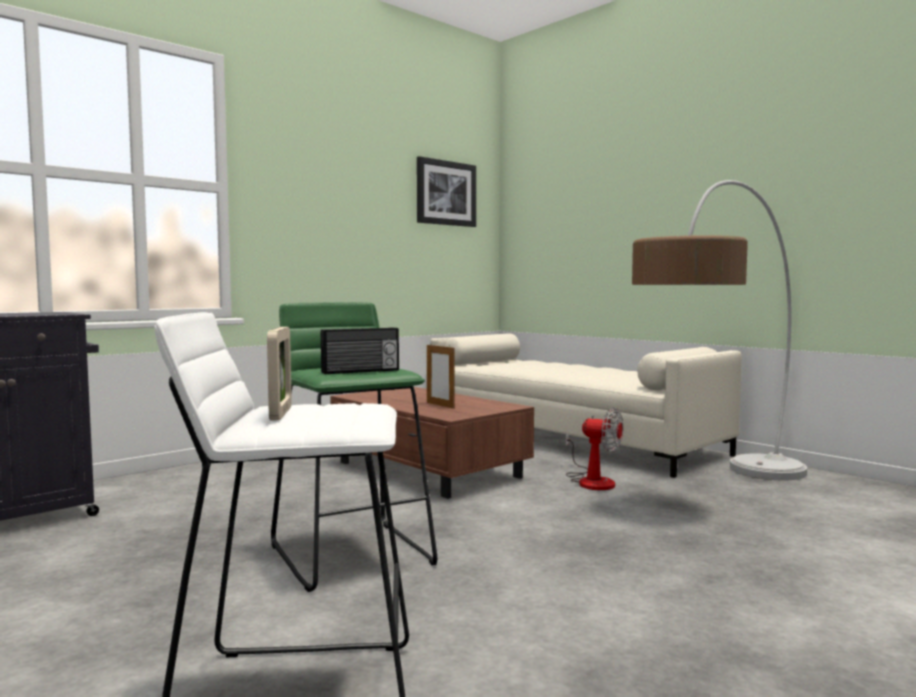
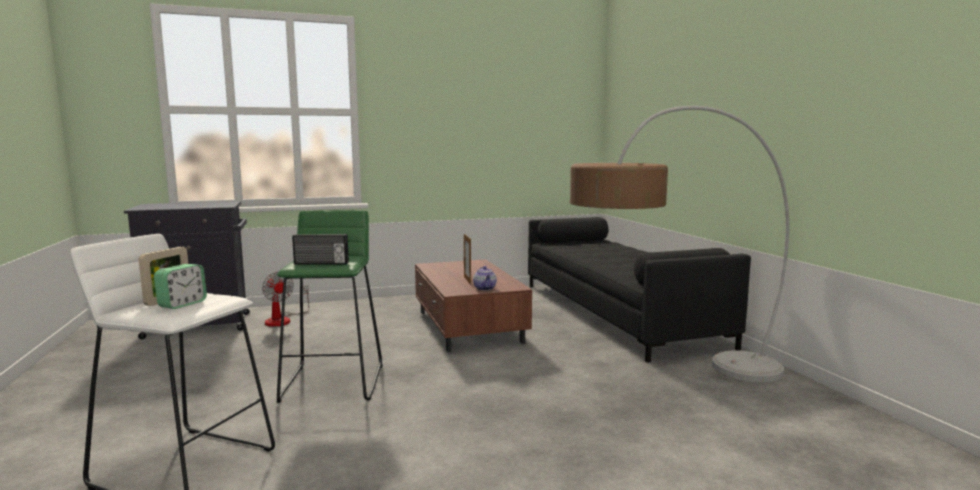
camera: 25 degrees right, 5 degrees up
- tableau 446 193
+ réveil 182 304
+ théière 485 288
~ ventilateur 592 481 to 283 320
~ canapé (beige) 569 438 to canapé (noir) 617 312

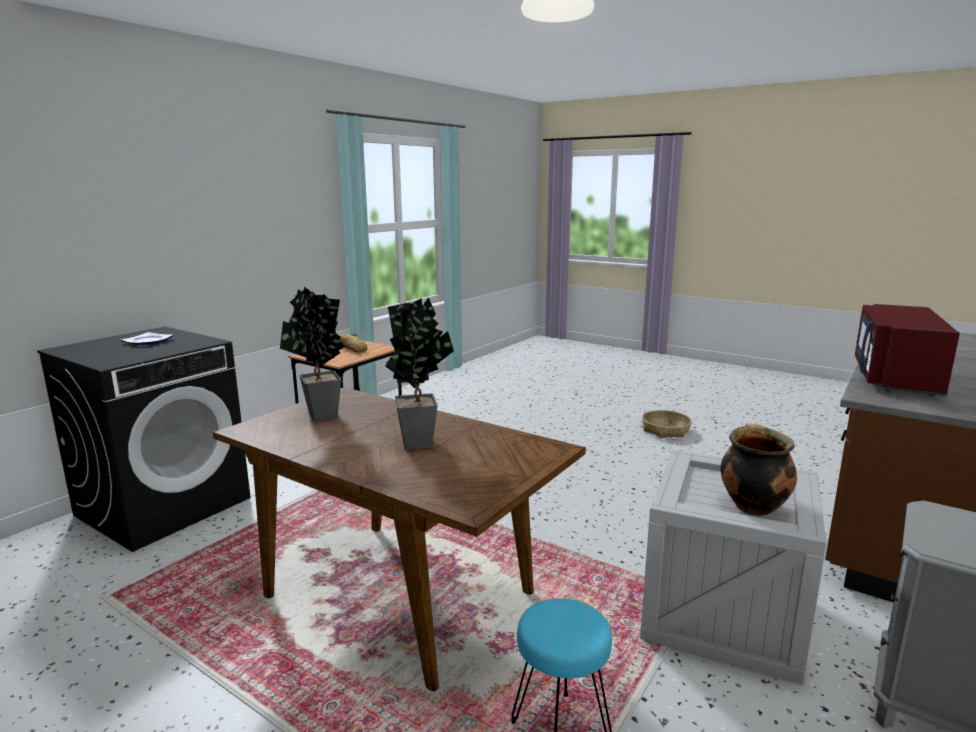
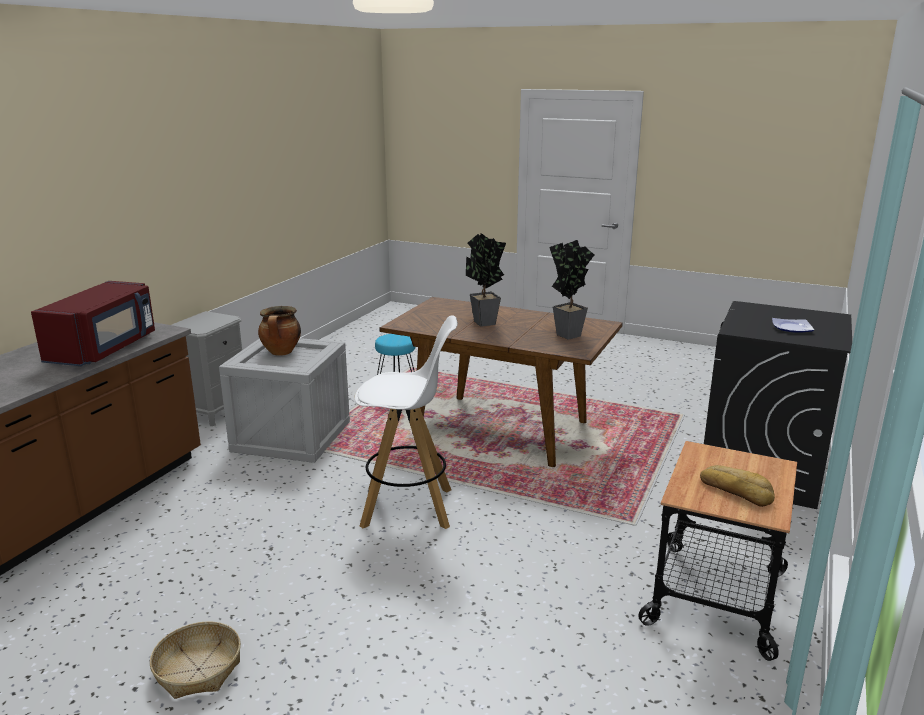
camera: 170 degrees right, 5 degrees up
+ tabouret (blanc) 409 507

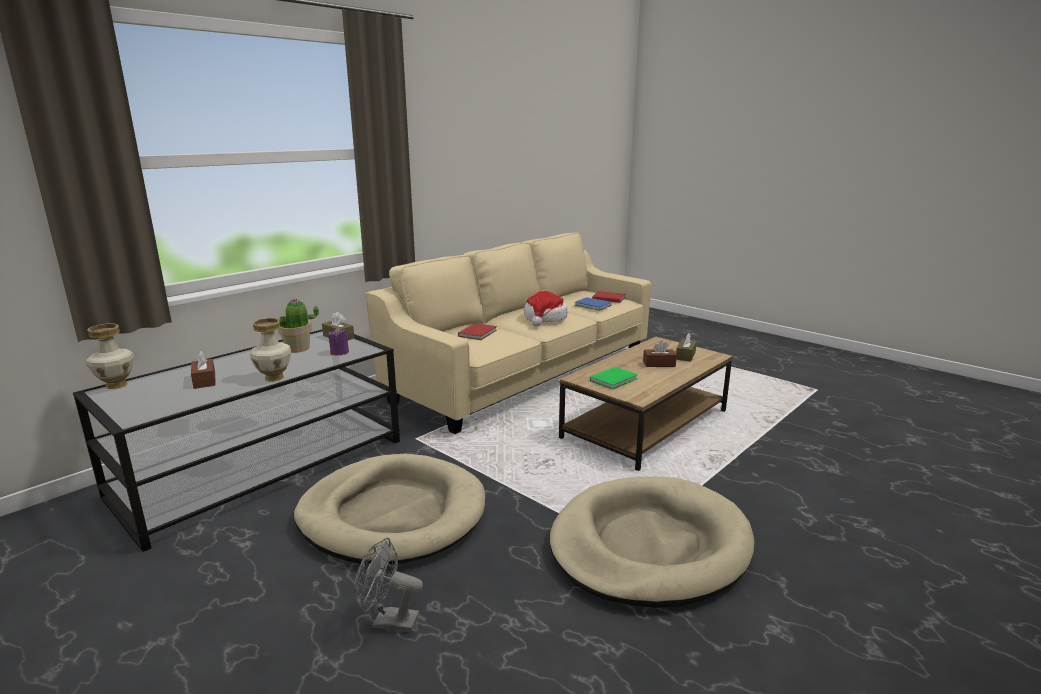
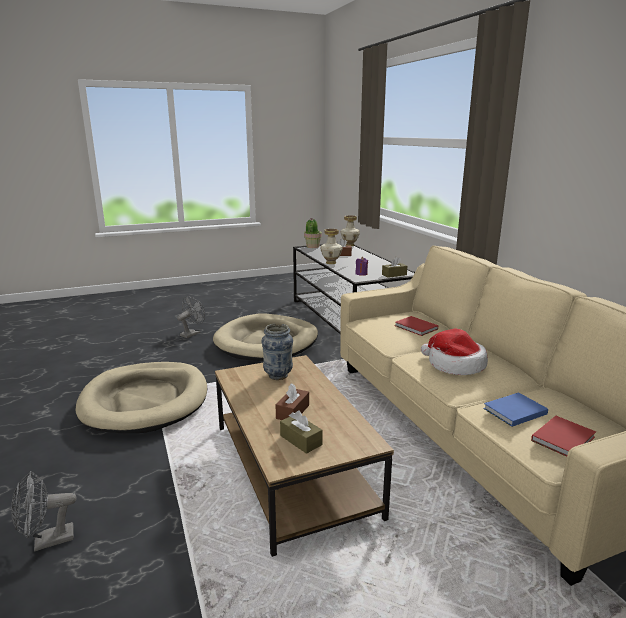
camera: 115 degrees right, 0 degrees up
+ ventilateur (gris) 47 541
~ plante en pot 298 348 to 312 246
~ livre (vert) 615 379 to vase 278 375

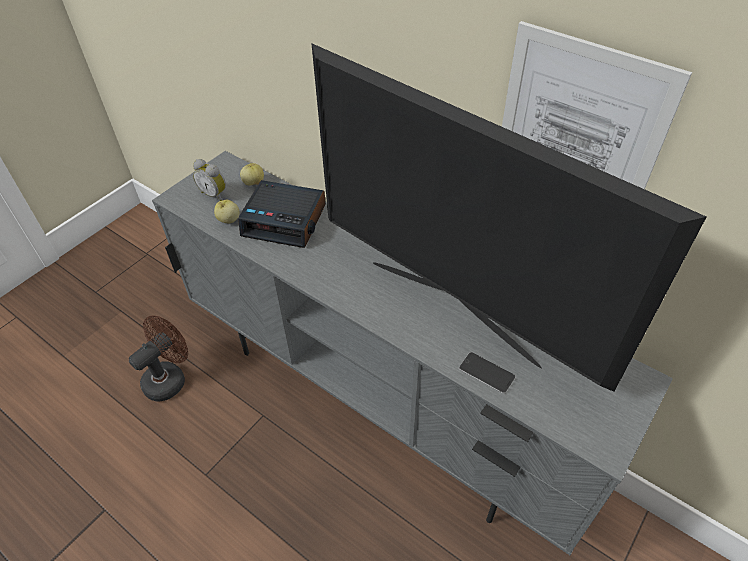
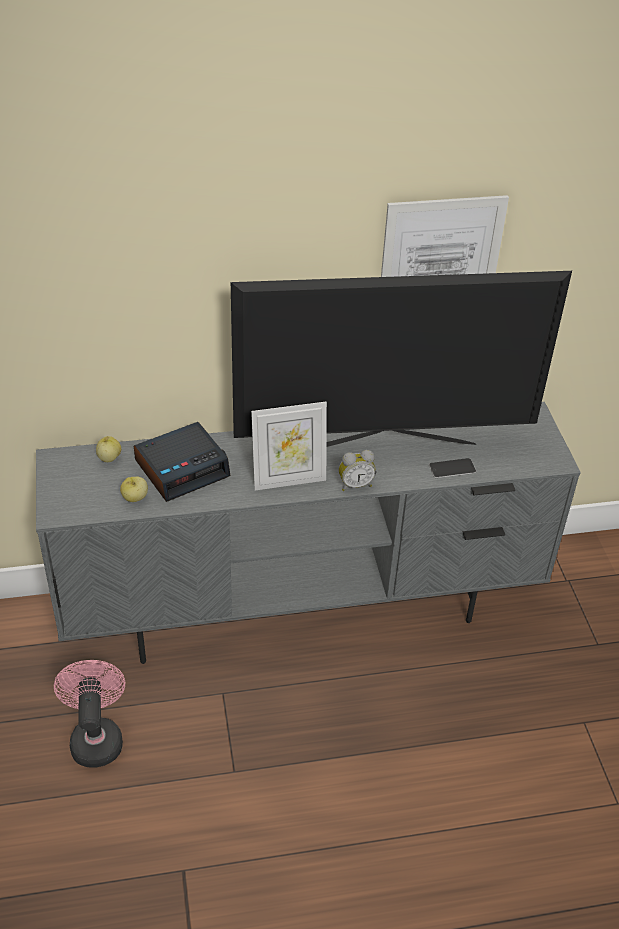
camera: 50 degrees left, 5 degrees down
+ cadre photo 289 480
~ réveil 215 194 to 355 484
~ ventilateur (marron) 169 378 to ventilateur (rose) 96 737

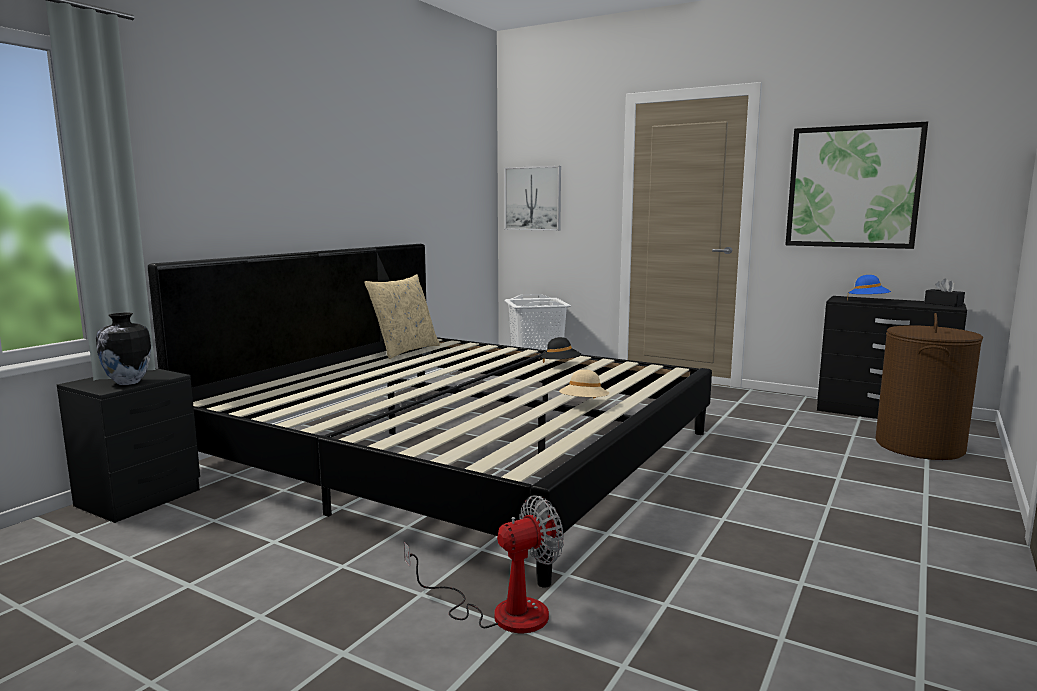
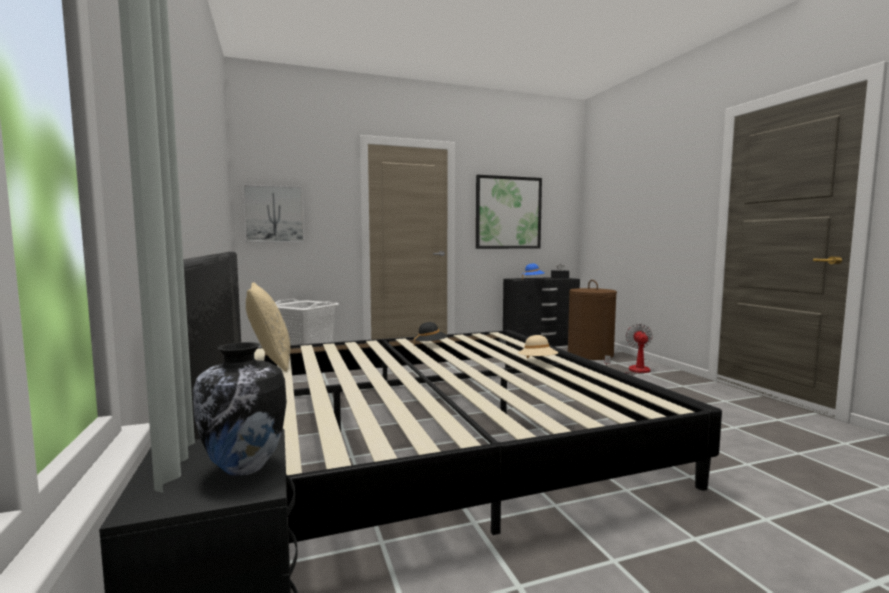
camera: 50 degrees left, 5 degrees down
~ ventilateur 501 612 to 633 371

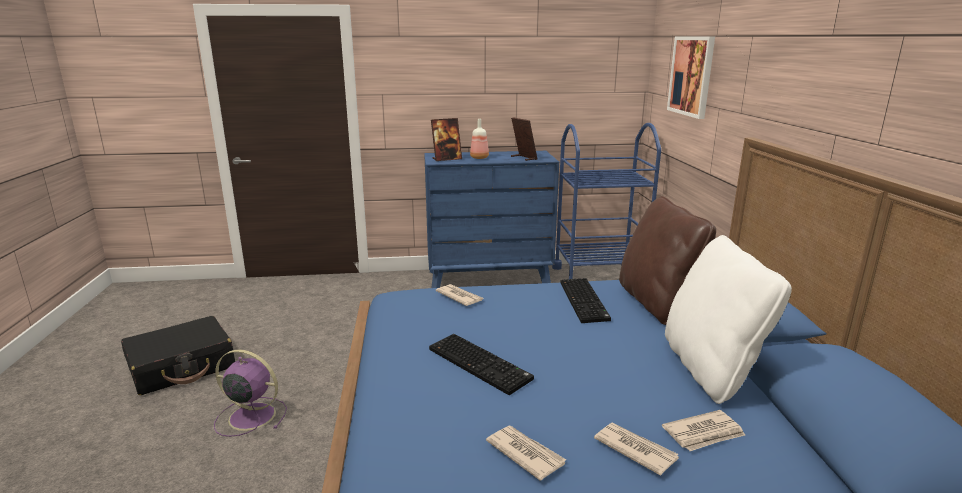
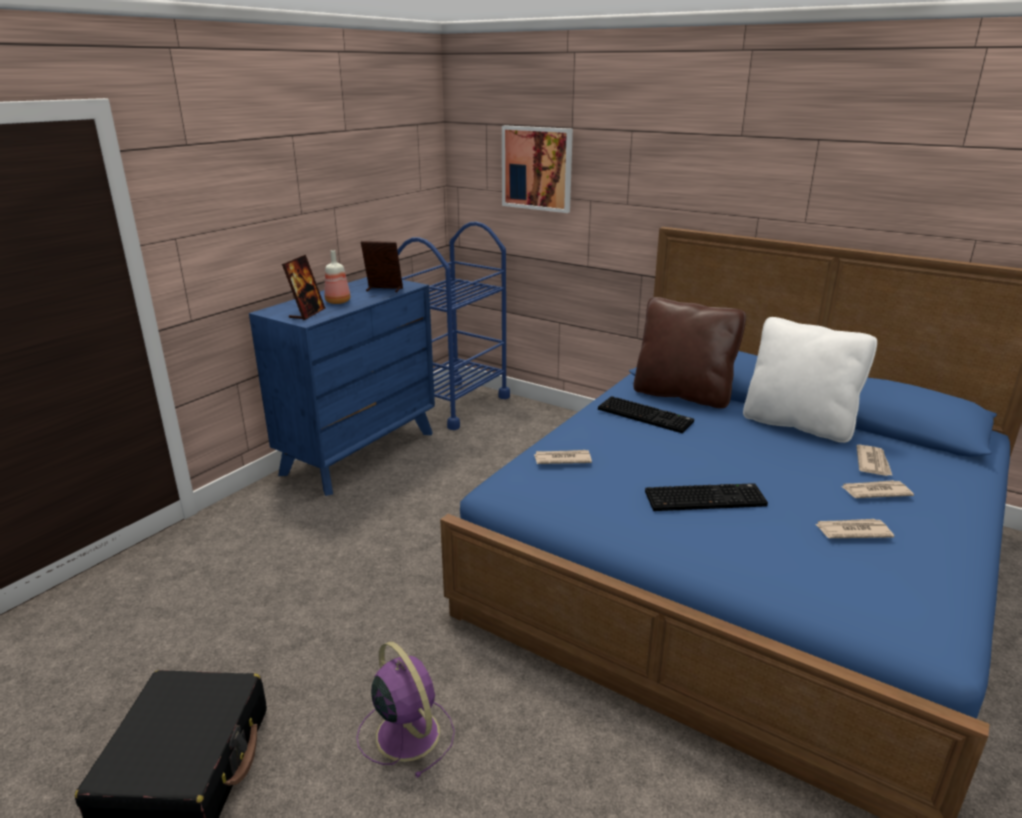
camera: 50 degrees left, 5 degrees up
~ ventilateur (violet) 250 416 = 406 732 90 degrees clockwise

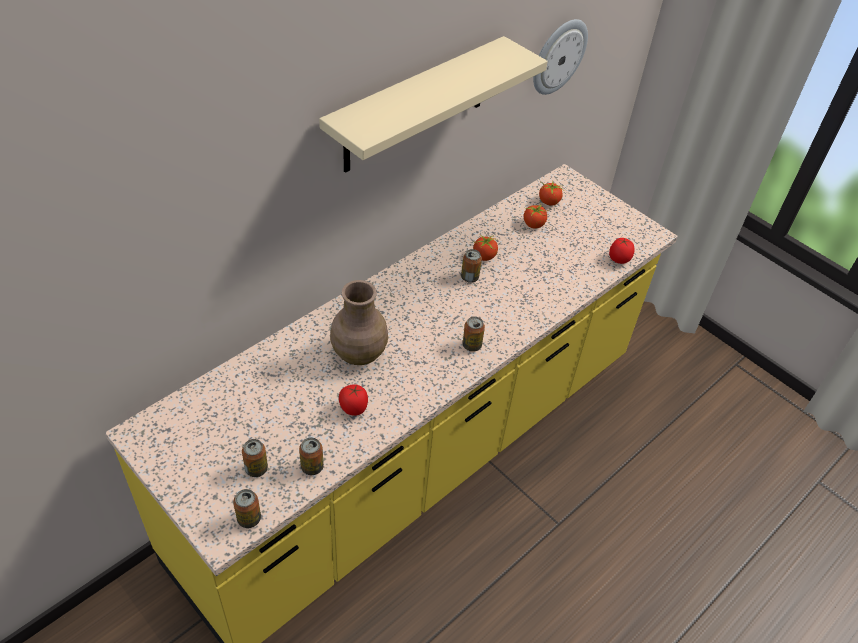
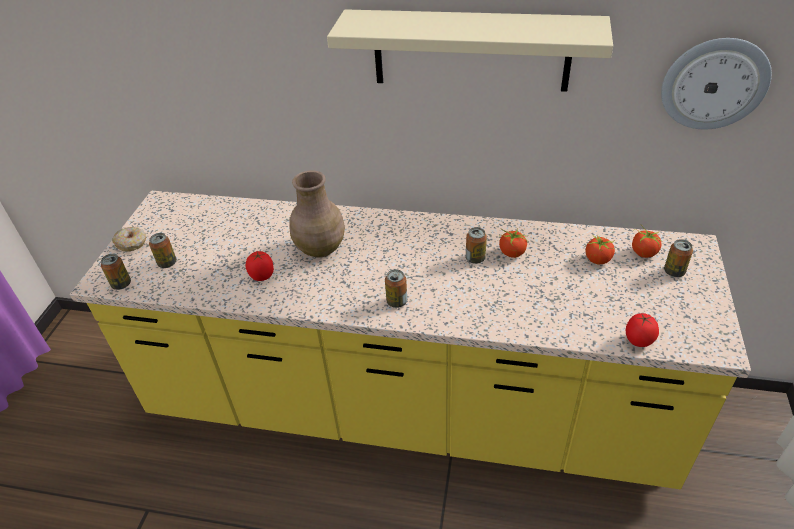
camera: 60 degrees right, 5 degrees down
+ beignet 132 243
~ boîte métallique 312 467 to 674 271

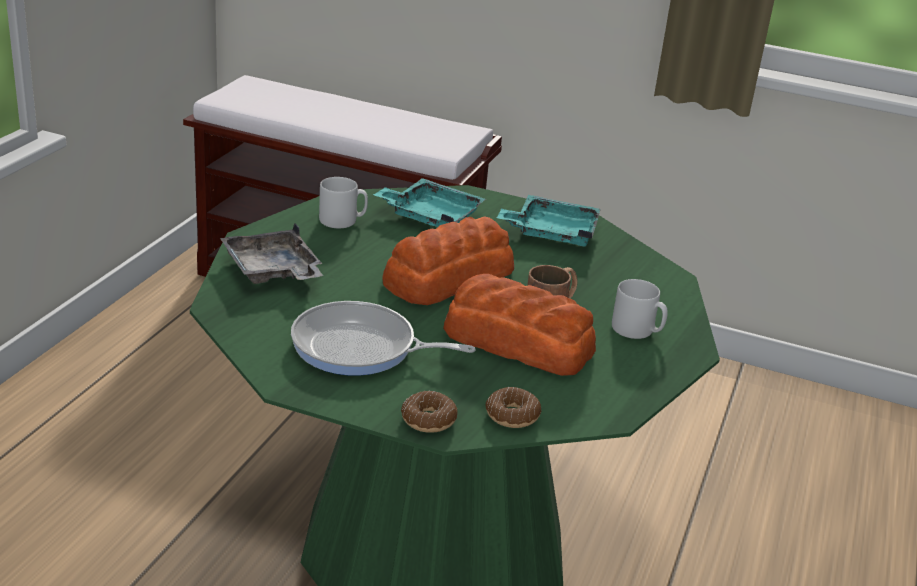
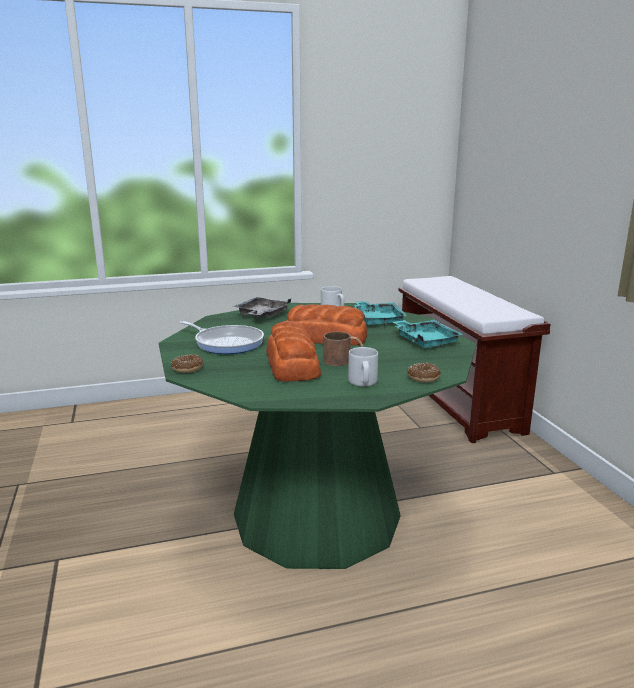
camera: 55 degrees right, 10 degrees down
~ beignet 512 415 to 423 378
~ poêle 360 348 = 226 343 150 degrees clockwise

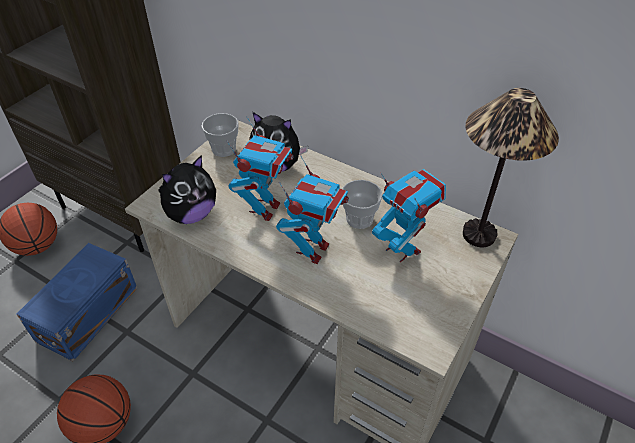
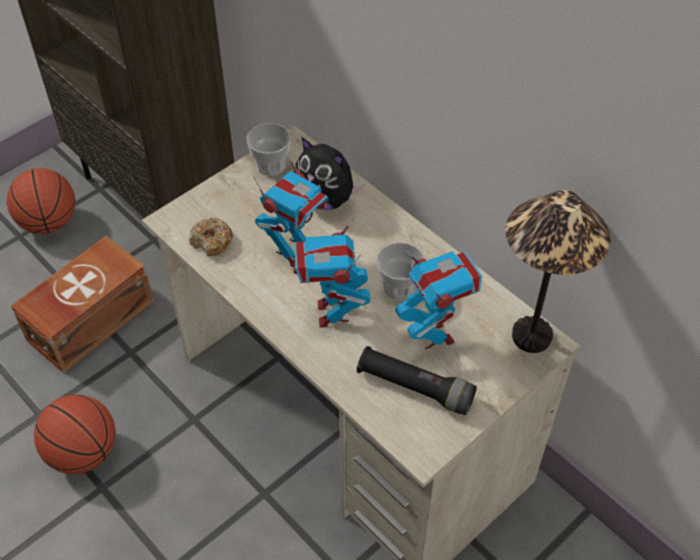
camera: 15 degrees right, 5 degrees up
+ lampe de poche (noir) 415 388
~ peluche 191 214 to beignet 211 242
~ boîte de rangement (bleu) 86 314 to boîte de rangement (marron) 88 320
~ robot jouet 312 250 = 332 313 135 degrees clockwise

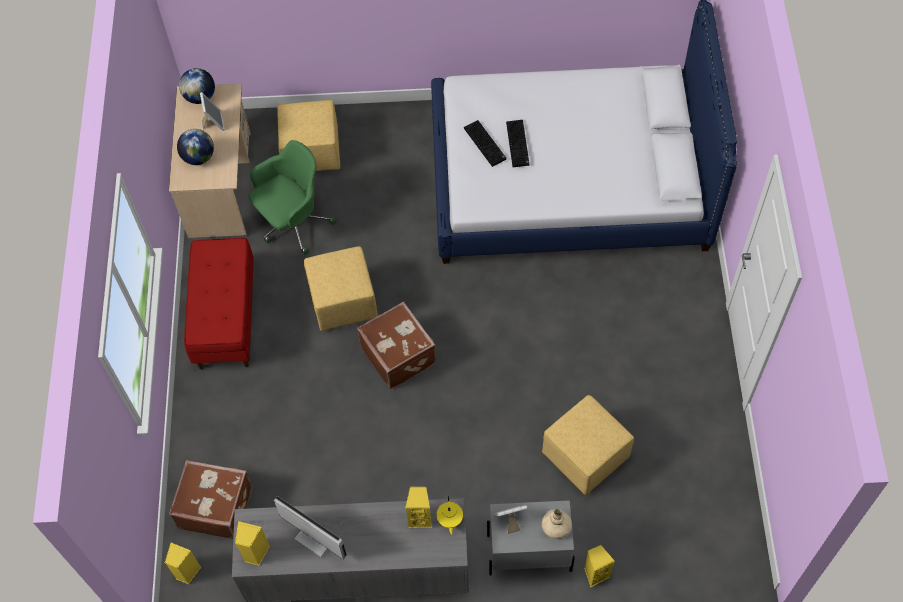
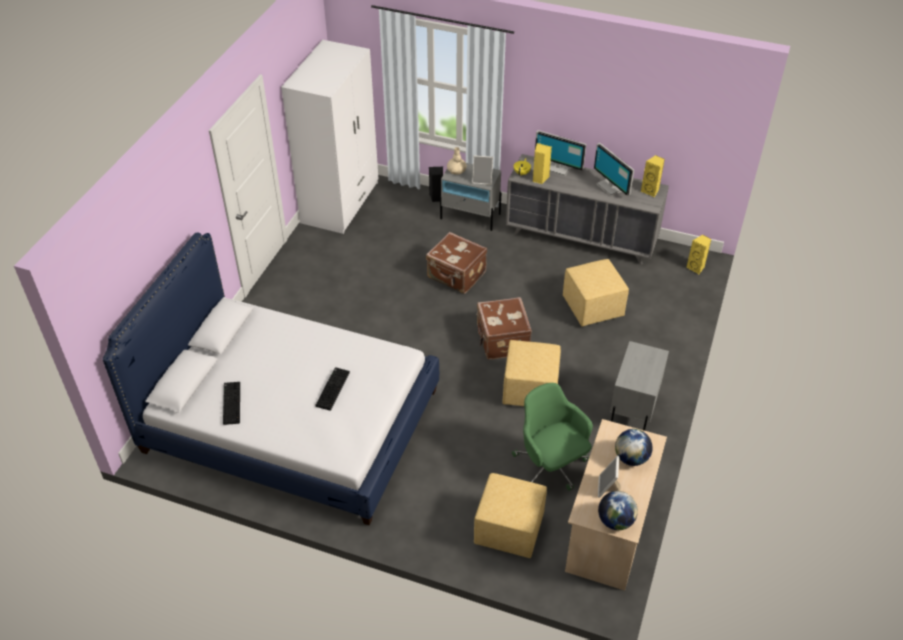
camera: 160 degrees left, 15 degrees down
+ armoire (blanc) 341 202
+ écran d'ordinateur 558 168
~ valise (marron) 215 506 to 456 276
~ clavier 486 144 to 231 403
~ pouf (jaune) 584 456 to 593 307
~ banc (rouge) 225 317 to table de chevet (gris) 633 409
~ enceinte (jaune) 595 573 to enceinte (noir) 436 197
~ chaise de bureau (vert) 293 222 = 550 467 75 degrees clockwise

